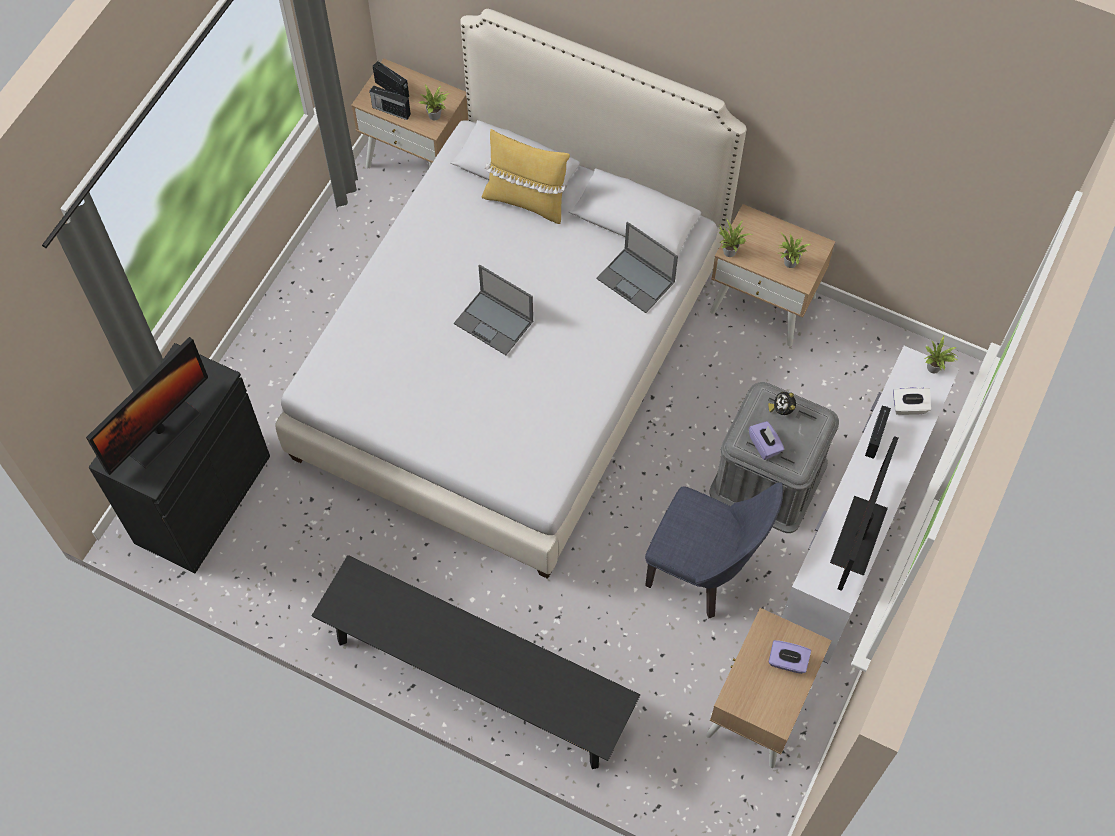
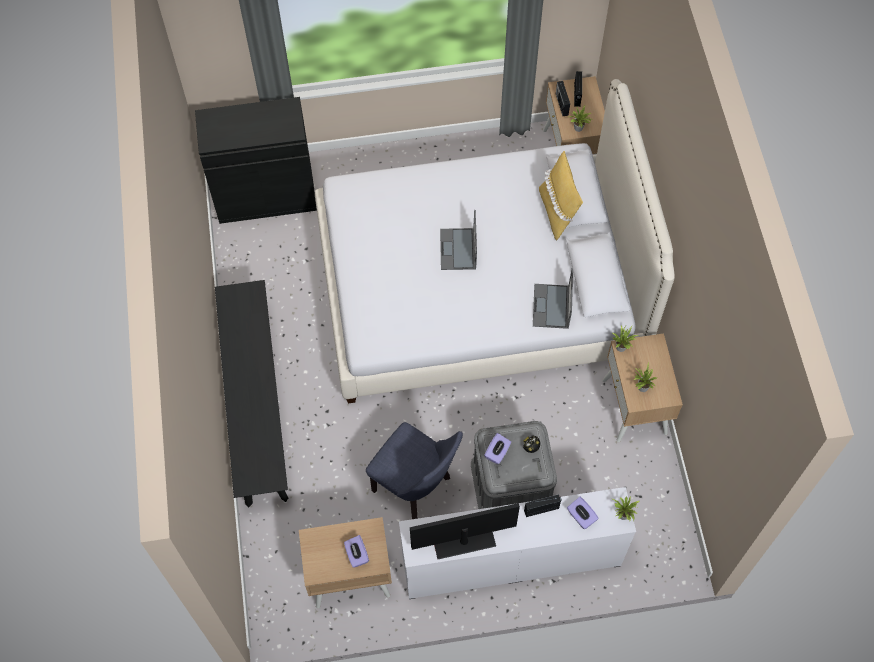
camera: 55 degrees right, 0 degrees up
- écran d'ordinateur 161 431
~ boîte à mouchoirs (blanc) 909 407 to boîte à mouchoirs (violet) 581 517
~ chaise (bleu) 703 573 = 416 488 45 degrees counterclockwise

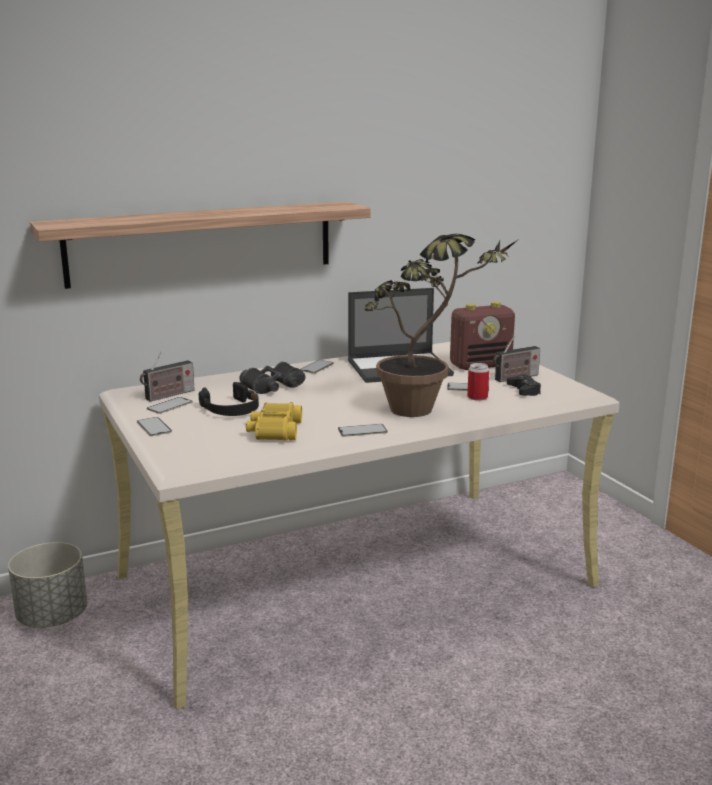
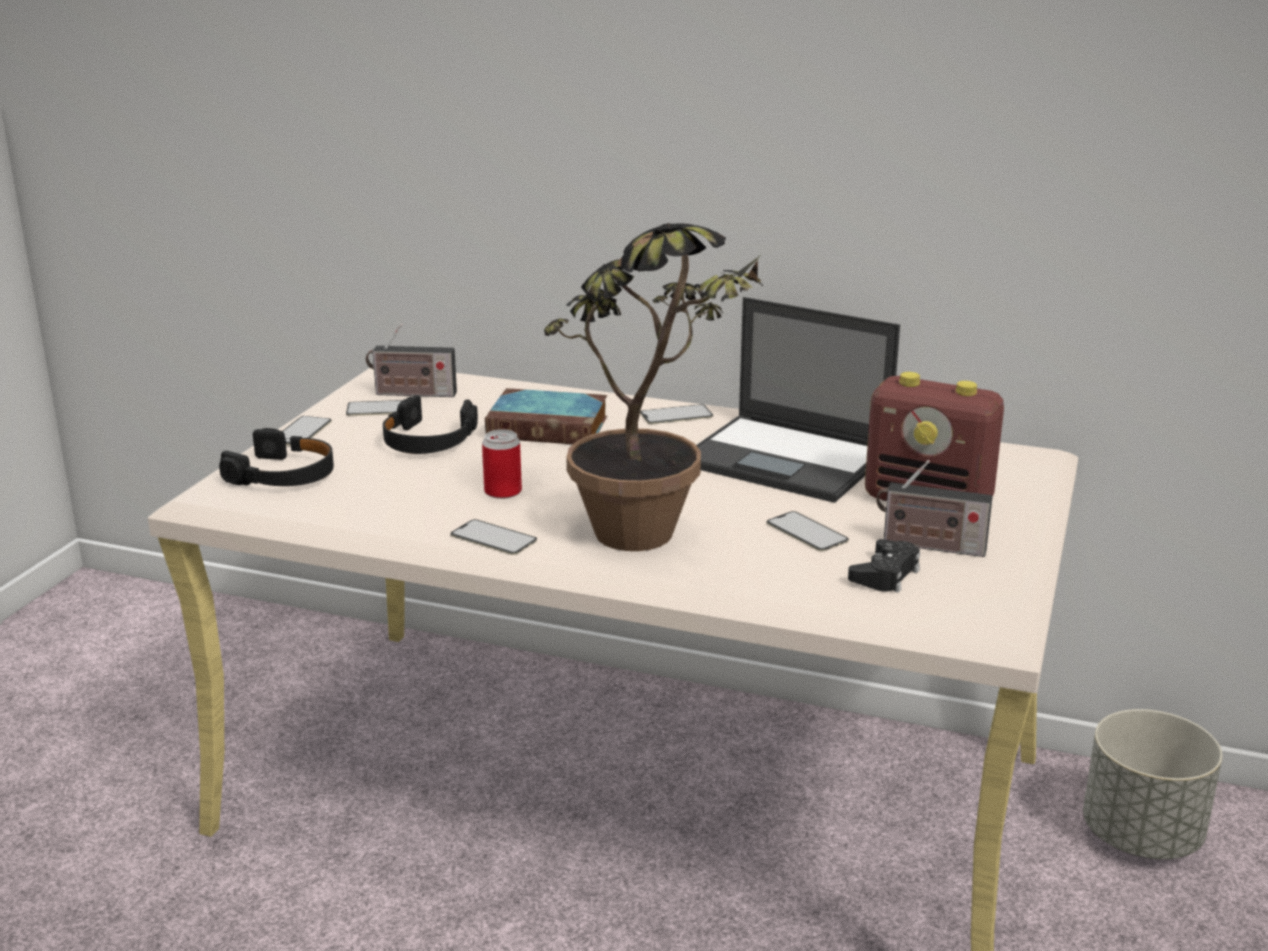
camera: 45 degrees right, 5 degrees up
- étagère 202 243
- jumelles (jaune) 274 431
+ casque audio (noir) 284 474
~ cache-pot (gris) 53 616 to 1142 835
~ boîte métallique 477 397 to 503 492
~ jumelles (noir) 274 387 to livre 550 427

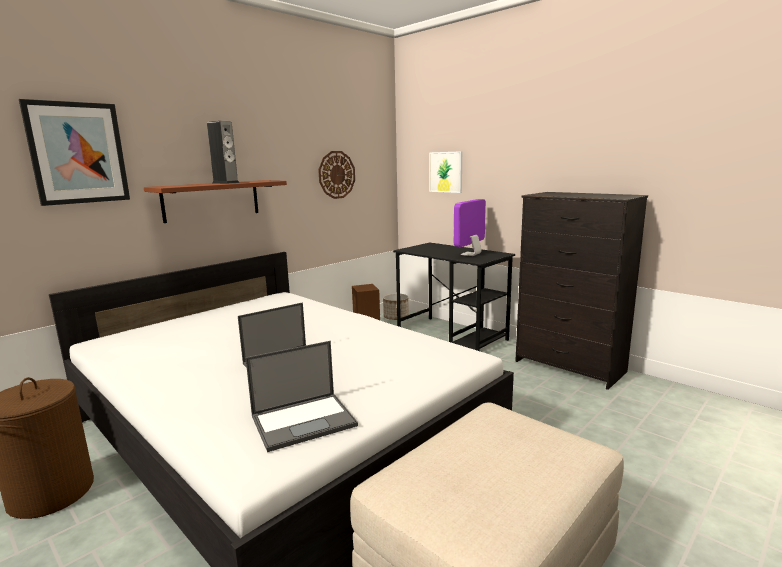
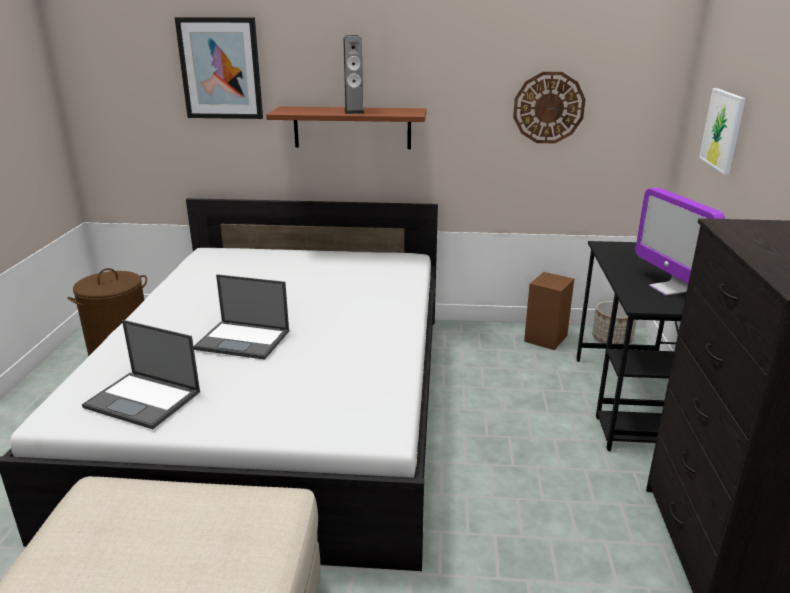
camera: 50 degrees right, 10 degrees up
~ écran d'ordinateur 470 254 = 668 289 105 degrees counterclockwise

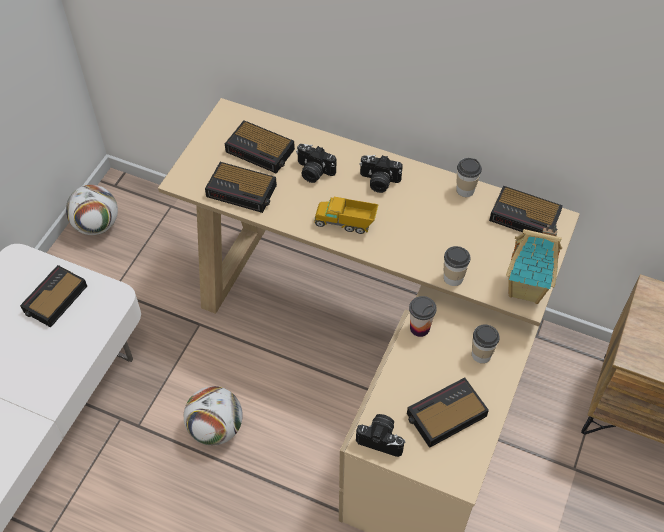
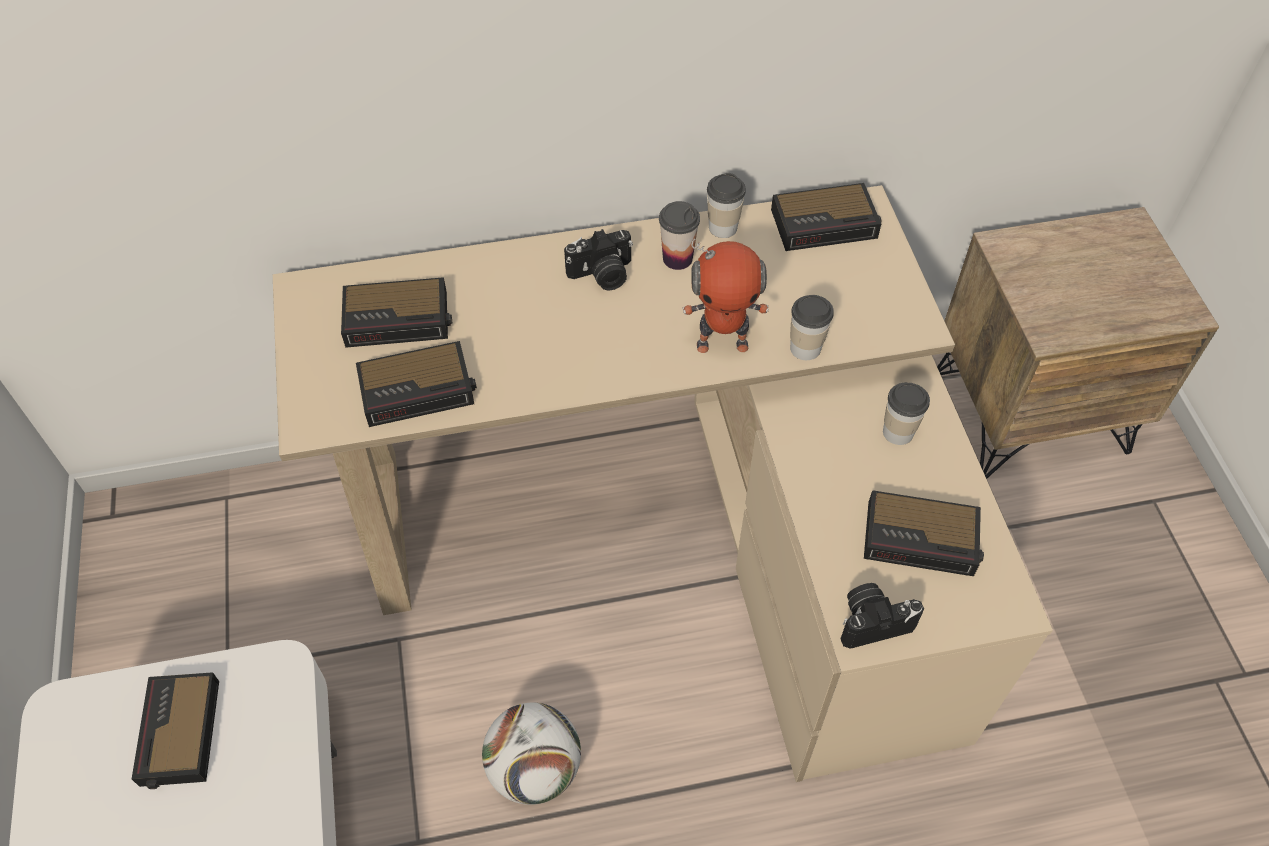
camera: 35 degrees left, 0 degrees up
- ballon de foot 97 225
- appareil photo 313 172
- camion jouet 345 223
- maison miniature 527 289
+ robot jouet 722 343
~ tasse 419 328 to 677 258
~ réveil 445 416 = 922 539 105 degrees counterclockwise

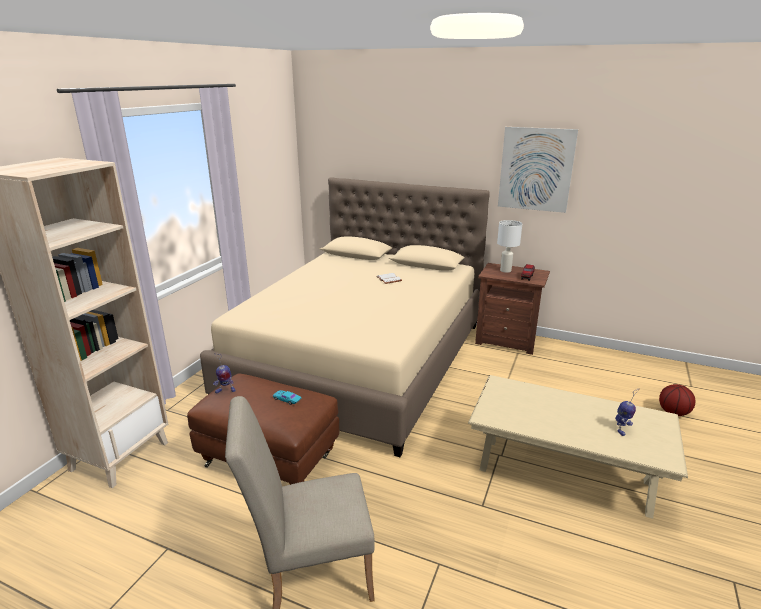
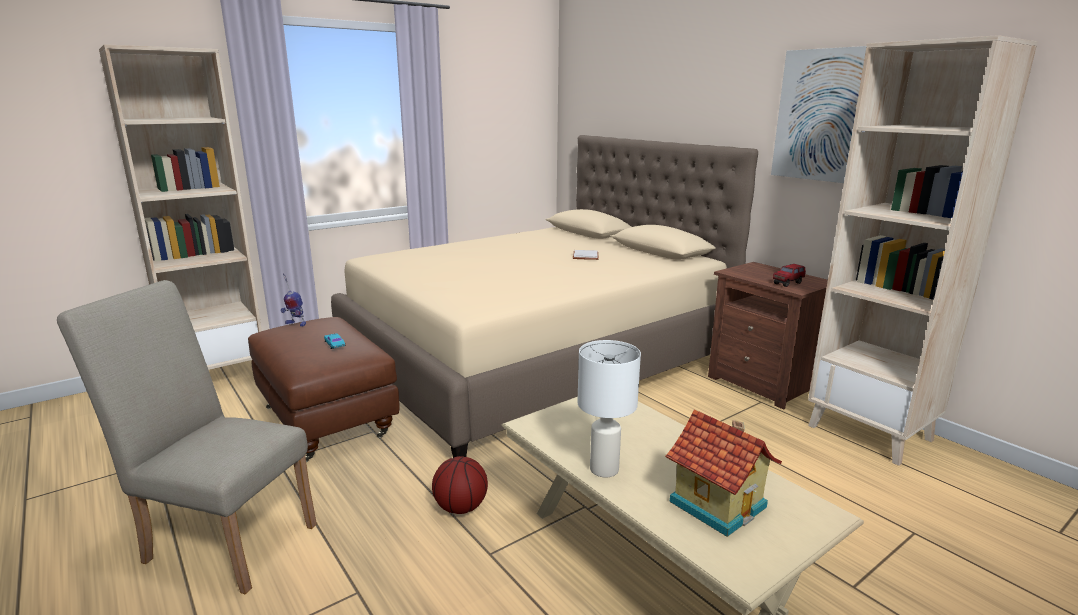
camera: 30 degrees right, 5 degrees down
+ bibliothèque (beige) 871 433
~ lampe de table (blanc) 505 270 to 603 469
~ ballon de basket 673 413 to 461 508
~ robot jouet 621 429 to maison miniature 718 503

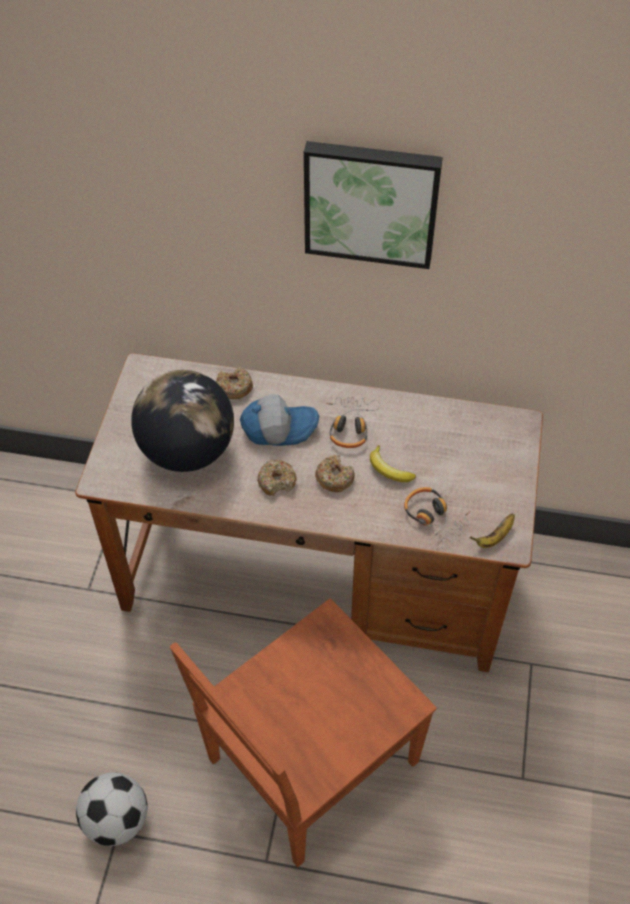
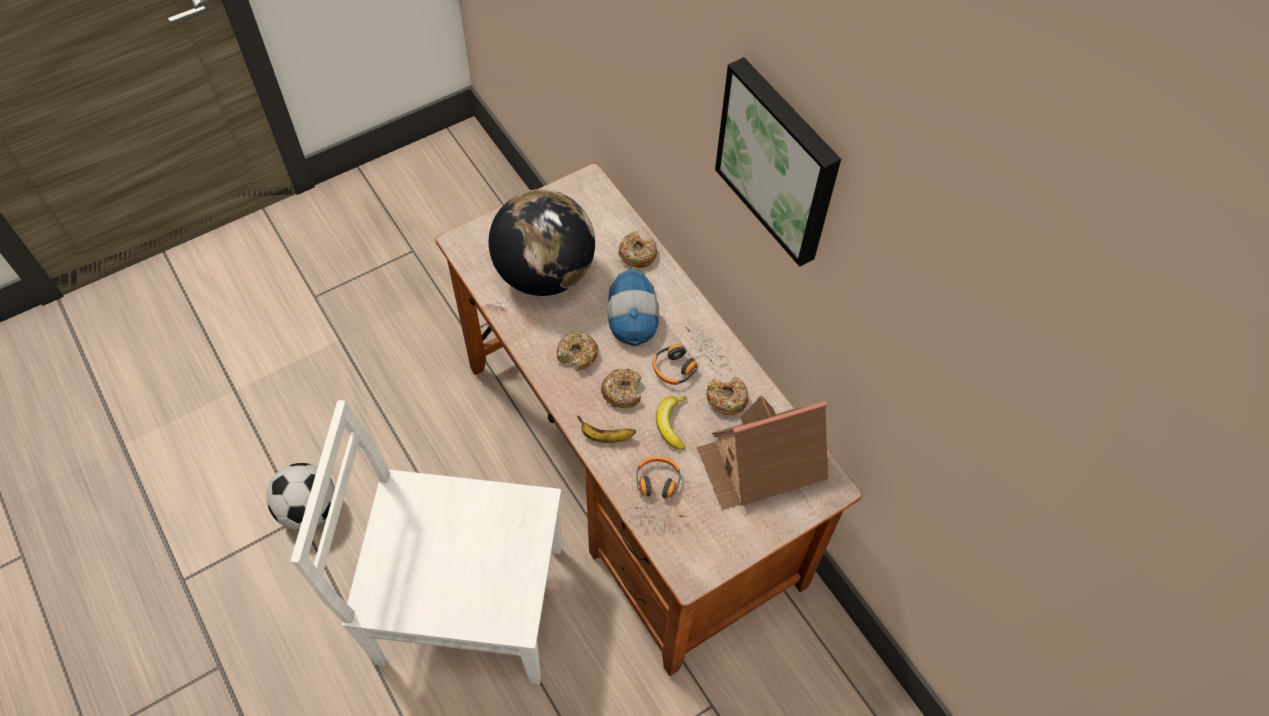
camera: 45 degrees right, 5 degrees up
+ maison miniature 761 462
+ beignet 726 399
~ banane 494 538 to 605 437
~ chaise (marron) 309 763 to chaise (blanc) 465 603
~ casquette 279 427 = 631 314 135 degrees counterclockwise

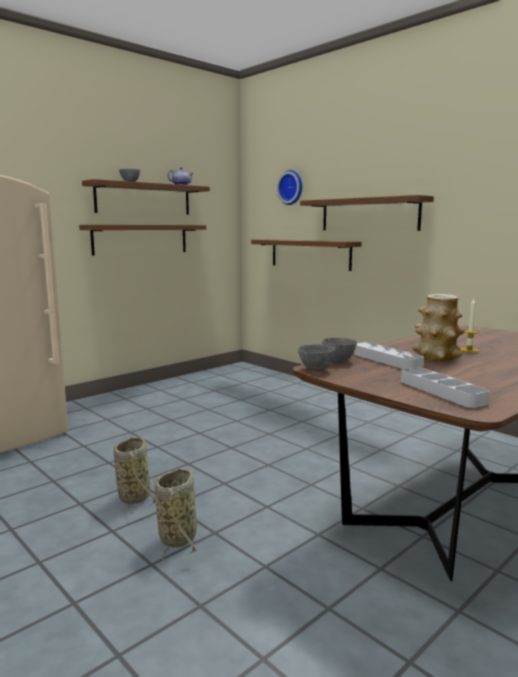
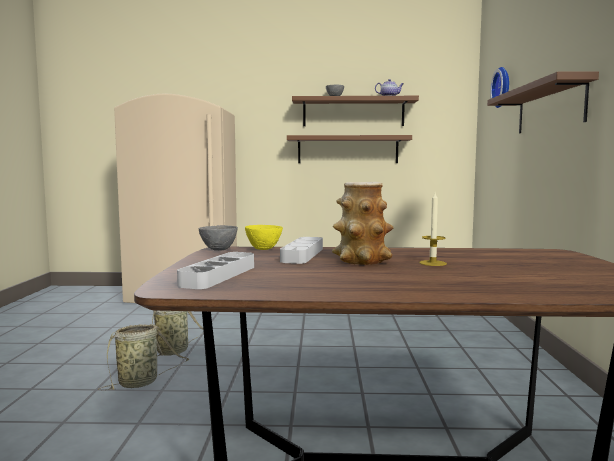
camera: 45 degrees right, 5 degrees down
- étagère (marron) 310 254
~ bol (gris) 337 361 to bol (jaune) 263 249

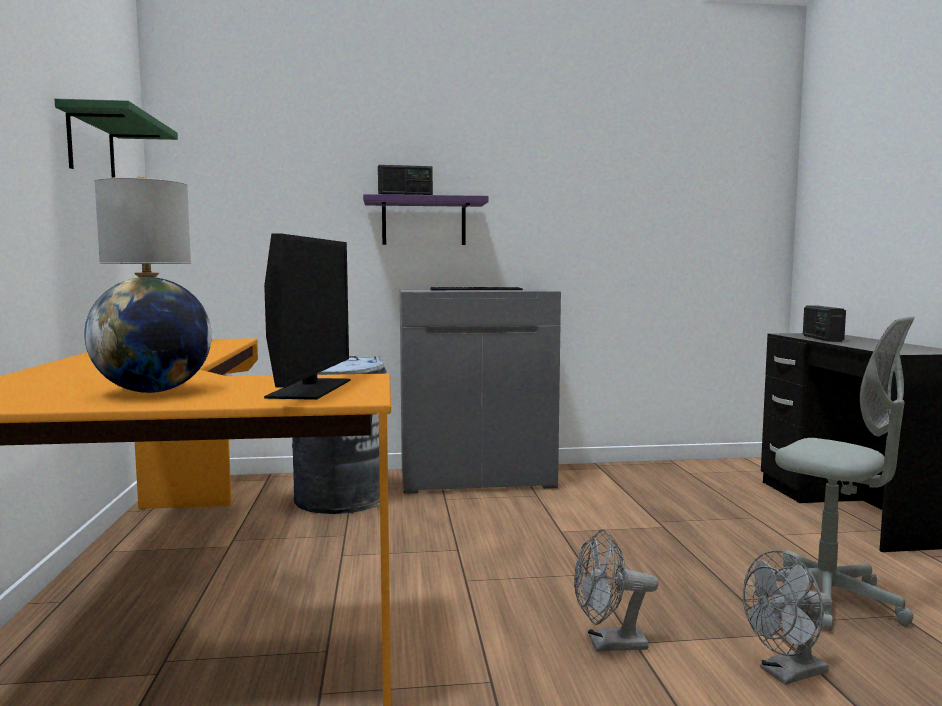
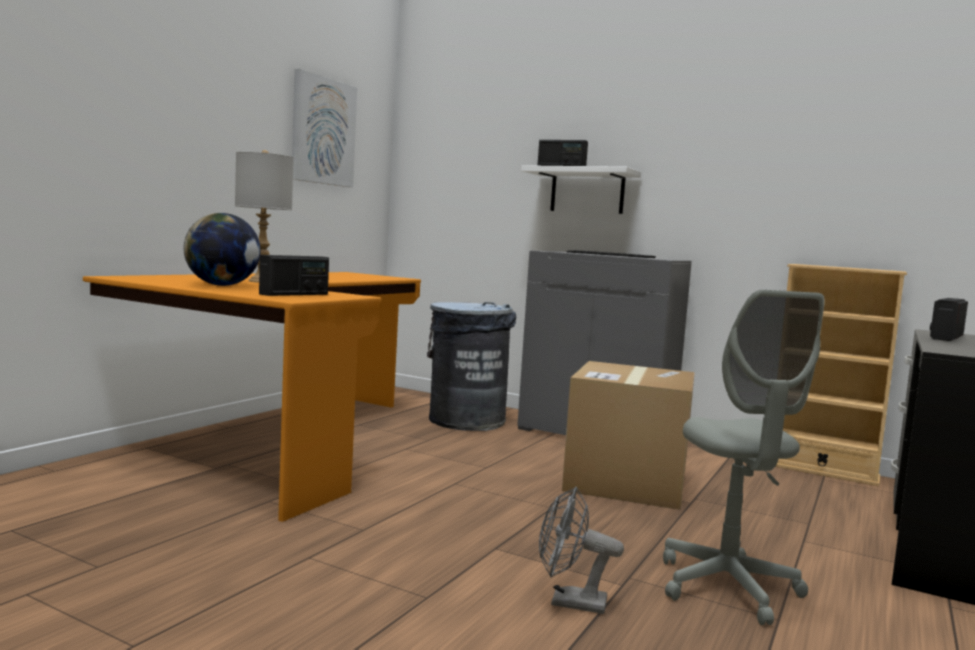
camera: 35 degrees right, 0 degrees up
- ventilateur (gris) 608 644
+ carton 626 482
+ bibliothèque (beige) 821 471
~ étagère (vert) 91 146 to tableau 323 131
~ écran d'ordinateur 310 389 to radio 294 294
~ étagère (violet) 424 222 to étagère (blanc) 587 191

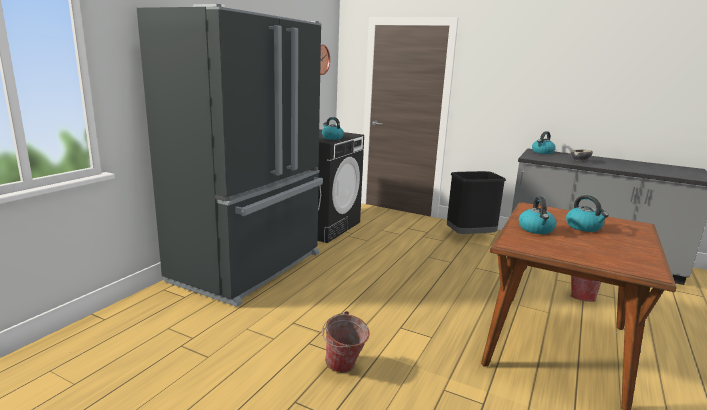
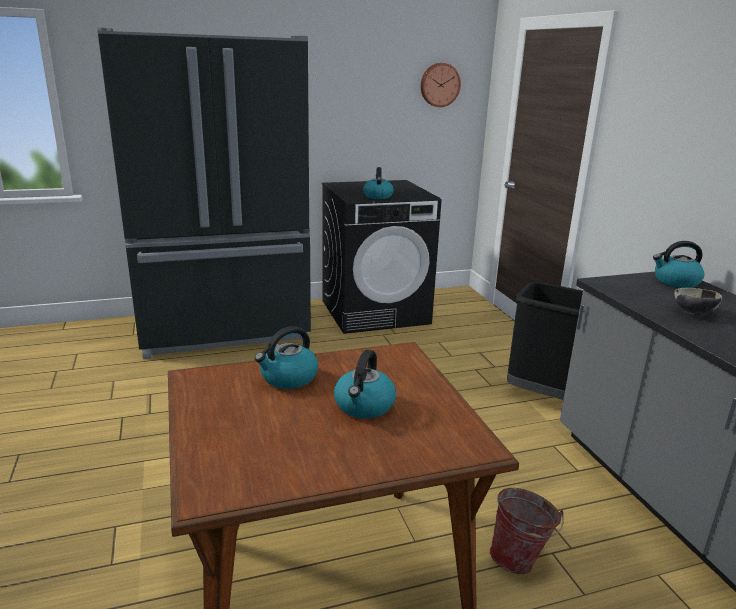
camera: 45 degrees right, 5 degrees up
- seau 343 368

